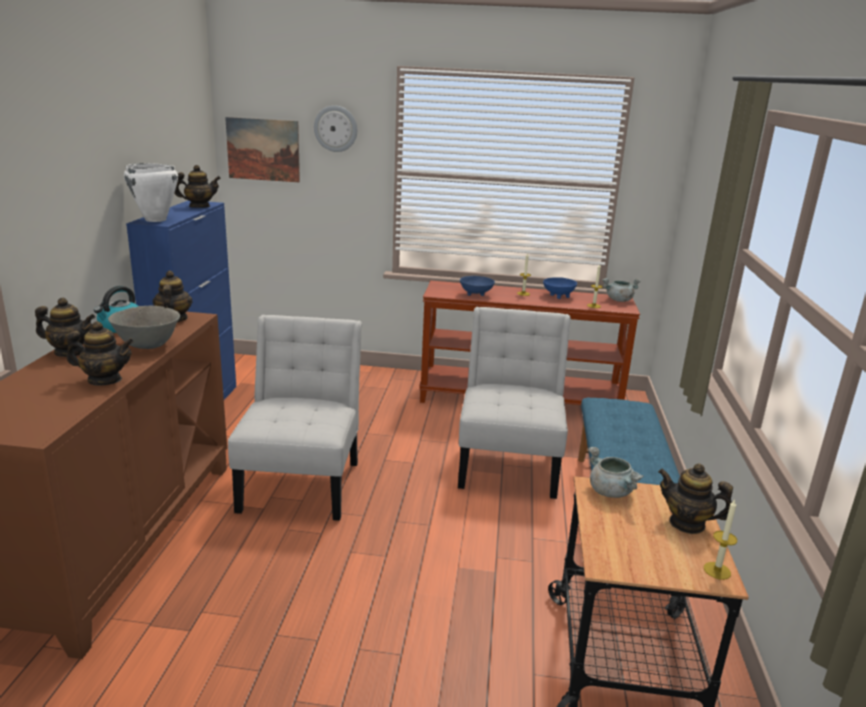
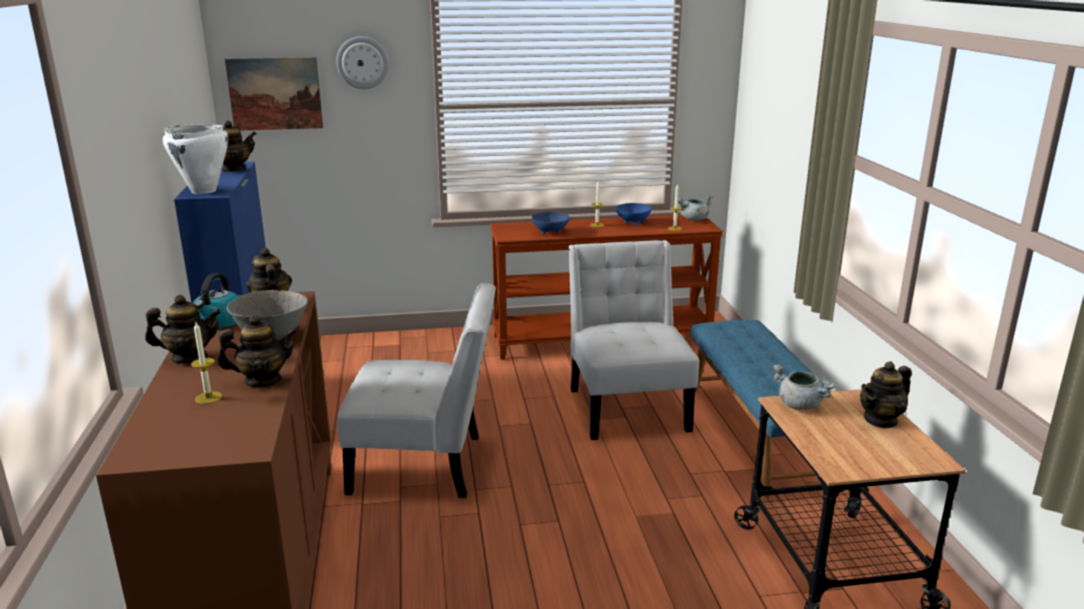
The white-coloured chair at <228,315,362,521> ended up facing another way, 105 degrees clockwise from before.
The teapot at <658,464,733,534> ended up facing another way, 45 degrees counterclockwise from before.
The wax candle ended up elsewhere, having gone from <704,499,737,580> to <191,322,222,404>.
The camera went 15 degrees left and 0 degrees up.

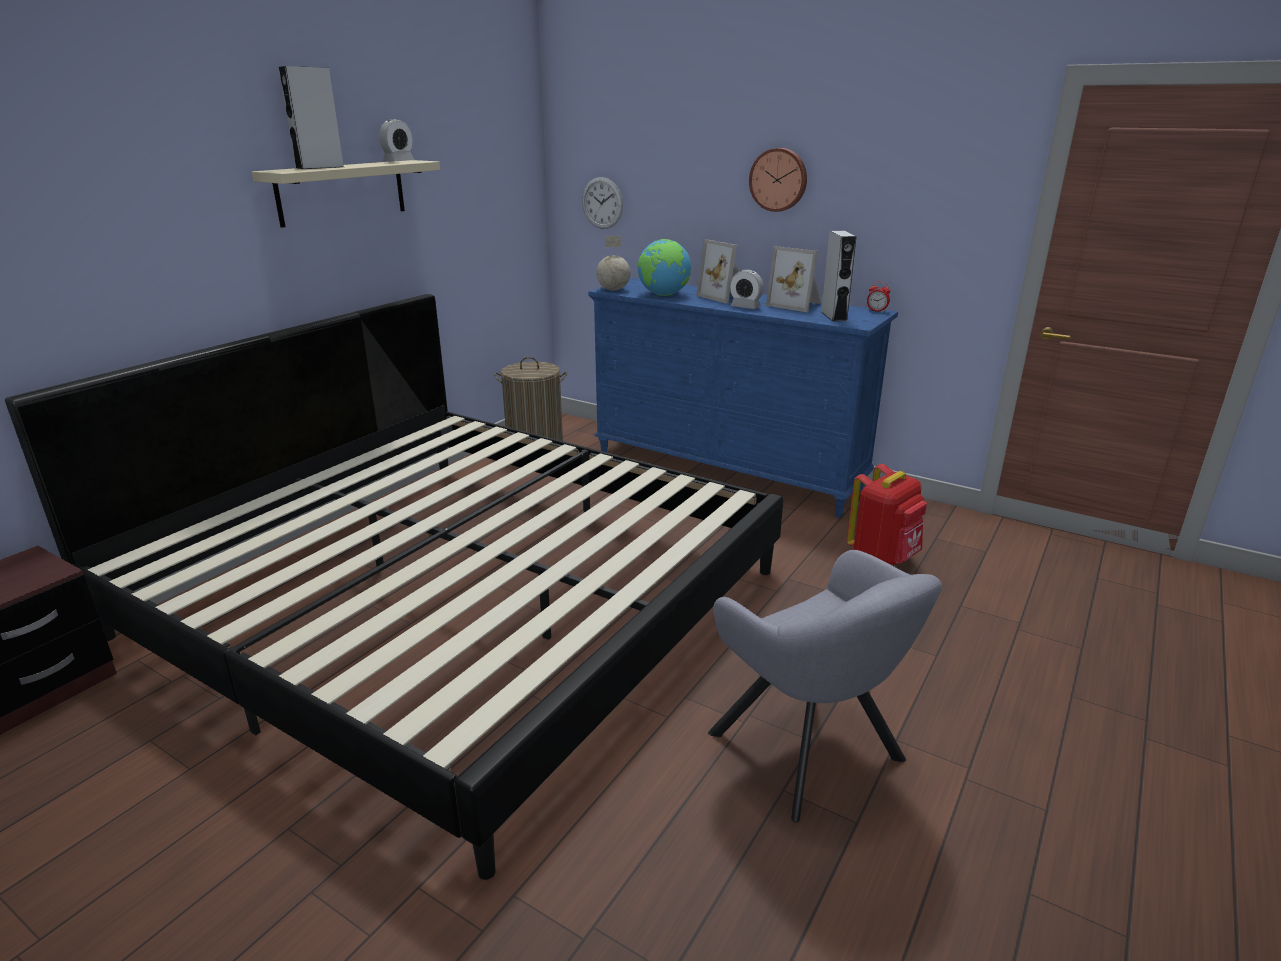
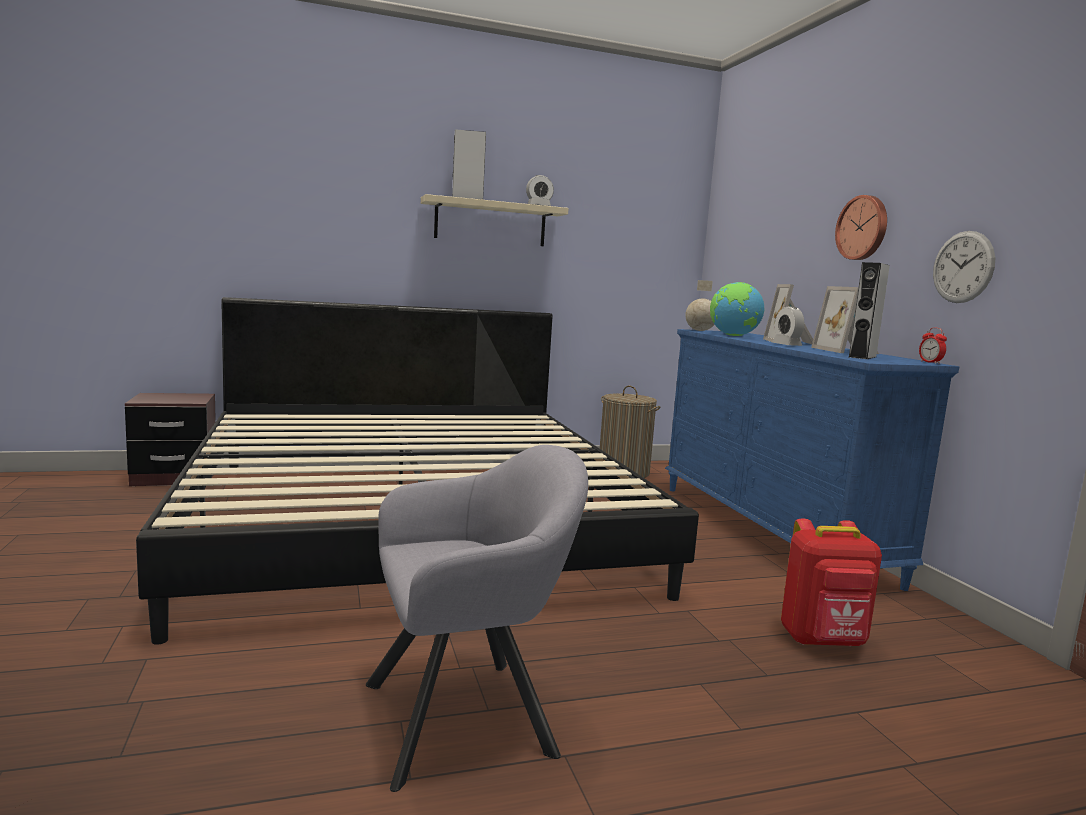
The clock on the wall ended up elsewhere, having gone from <582,177,623,229> to <933,231,995,303>.
The gray armchair at <708,550,942,822> ended up facing another way, 120 degrees counterclockwise from before.
The camera went 40 degrees right and 15 degrees down.

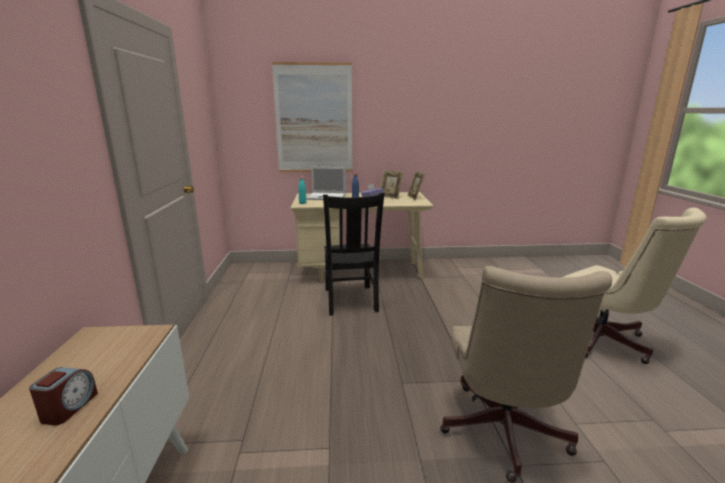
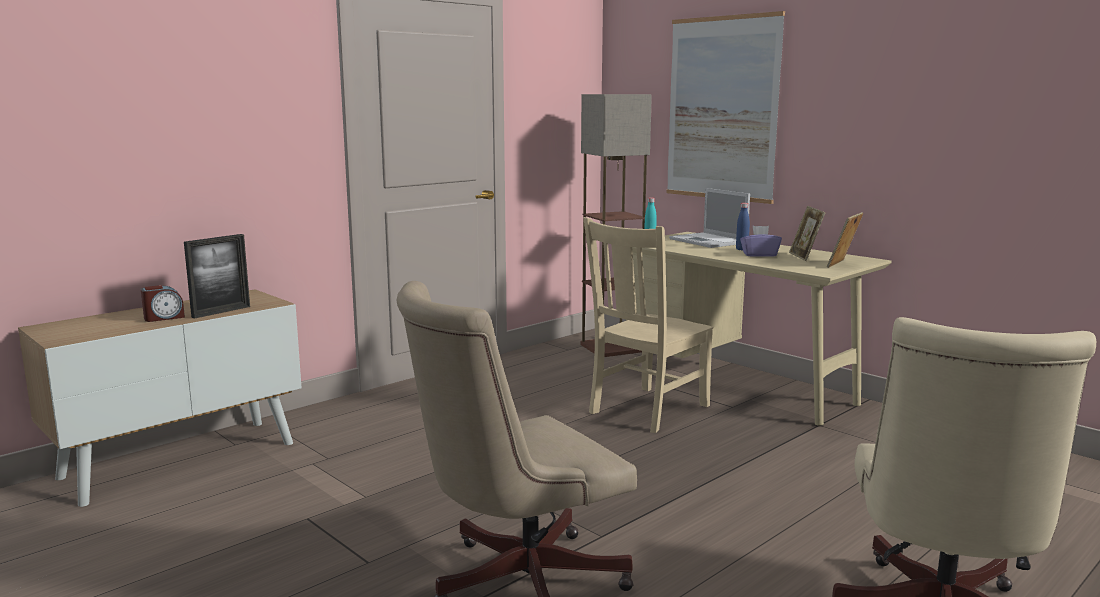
What was the black-coloured chair at <323,193,384,316> turned into the sand-coloured chair at <583,217,713,433>.
The second view gained the photo frame at <184,234,250,319>.
The second view gained the floor lamp at <580,94,652,357>.
The camera went 50 degrees right and 5 degrees down.

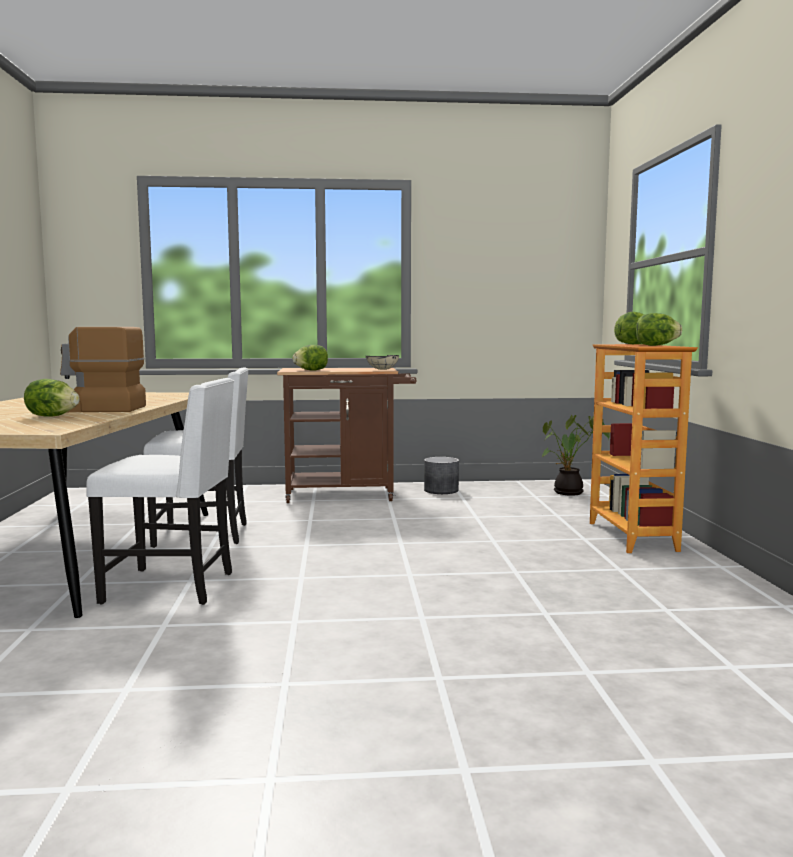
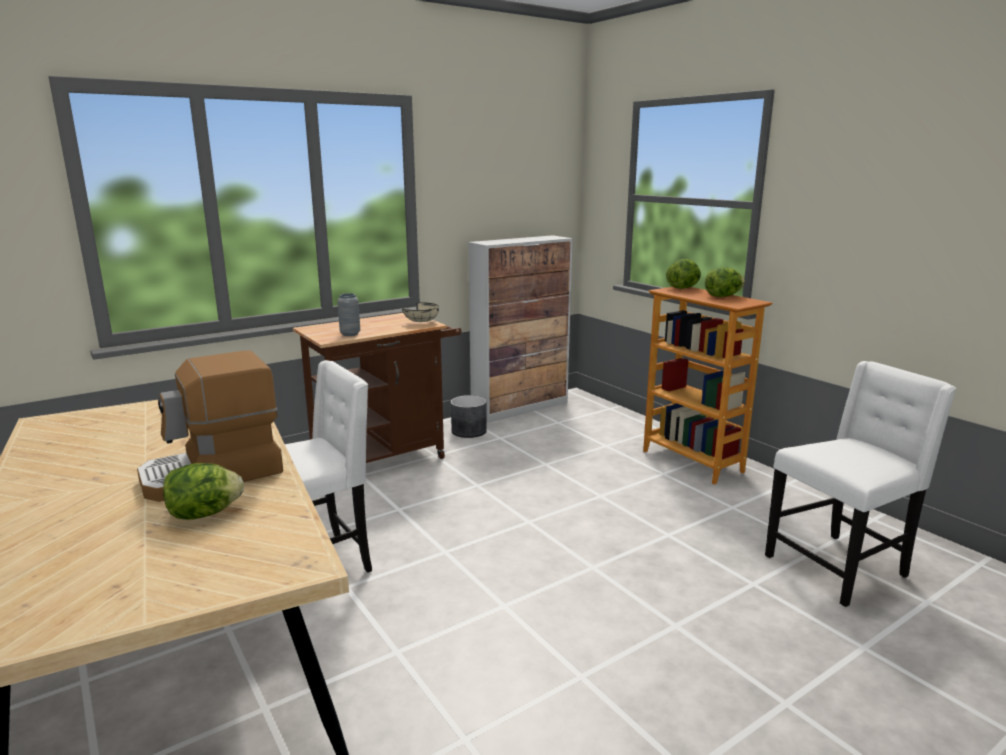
The white-coloured chair ended up elsewhere, having gone from <86,378,234,605> to <765,361,956,607>.
Where the head of lettuce stood at <292,345,328,371>, the gray flower vase came to stand at <337,293,360,336>.
The second view lost the houseplant at <542,415,610,496>.
The second view gained the cupboard at <468,235,573,423>.
The camera went 30 degrees left and 10 degrees up.

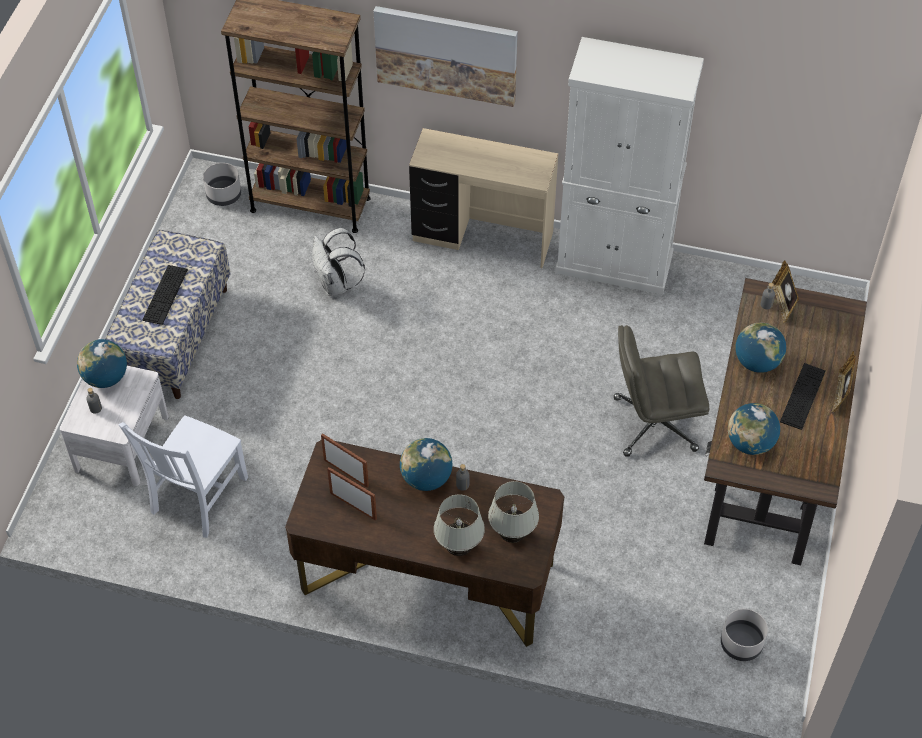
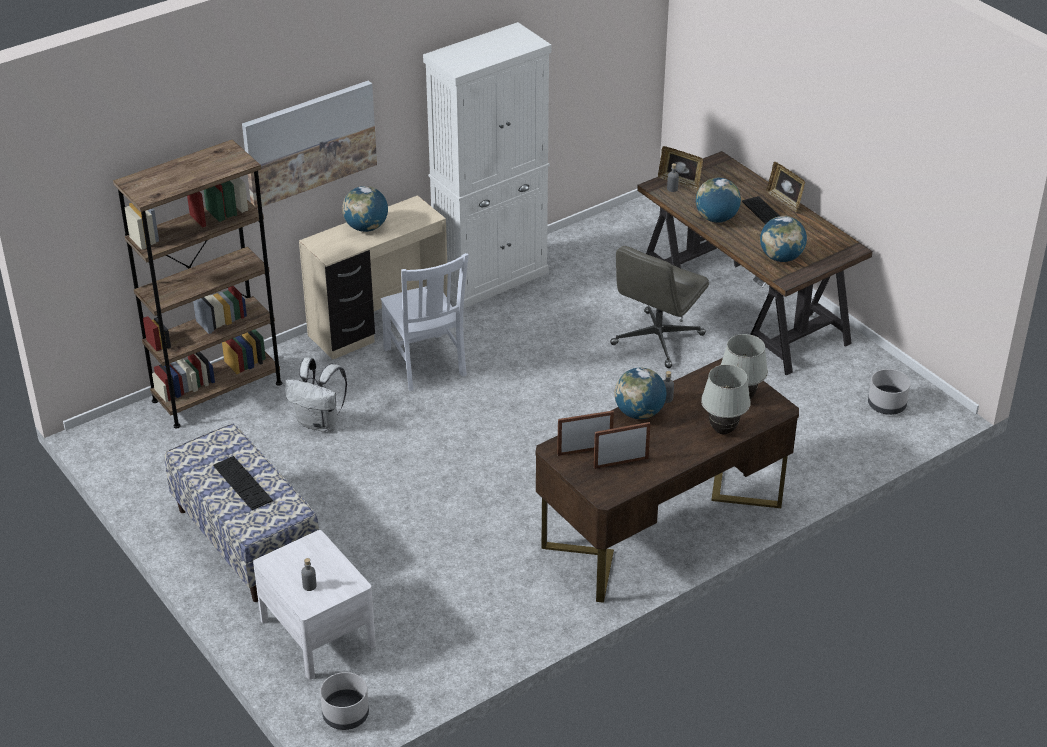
The world globe ended up elsewhere, having gone from <77,339,127,388> to <342,186,388,232>.
The white-coloured chair ended up elsewhere, having gone from <119,415,248,538> to <381,253,469,391>.
The gray flower pot ended up elsewhere, having gone from <203,163,241,206> to <320,672,369,730>.
The camera went 50 degrees left and 15 degrees down.

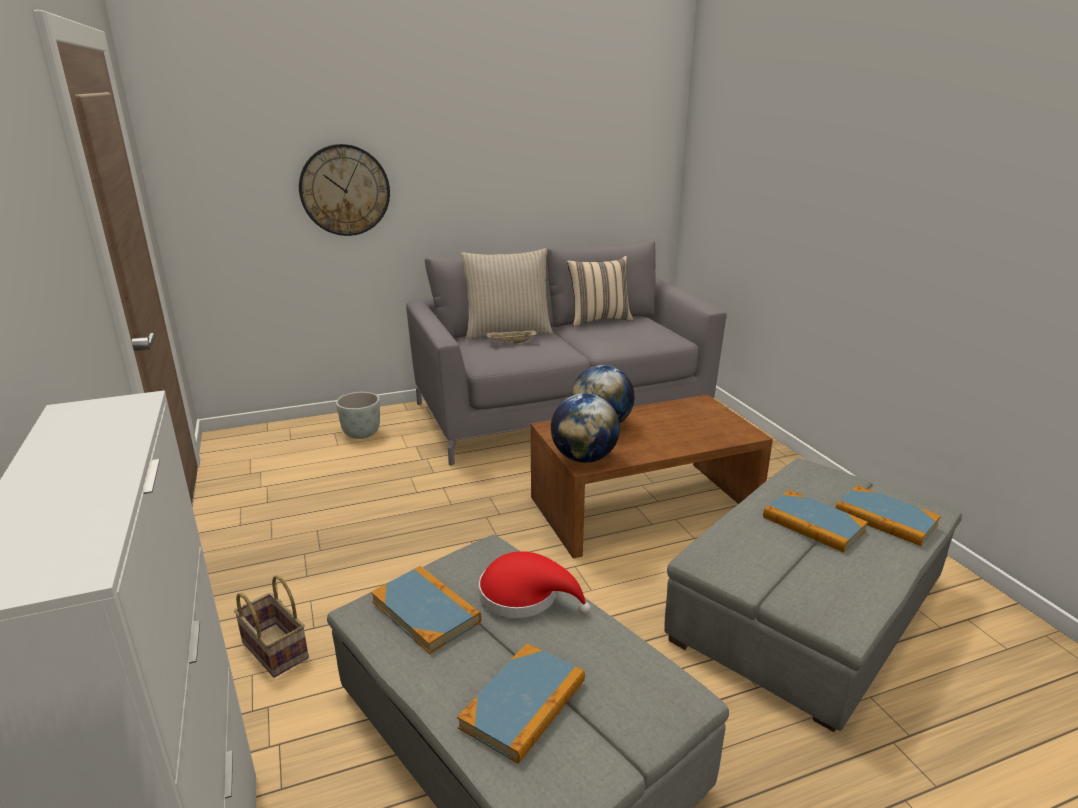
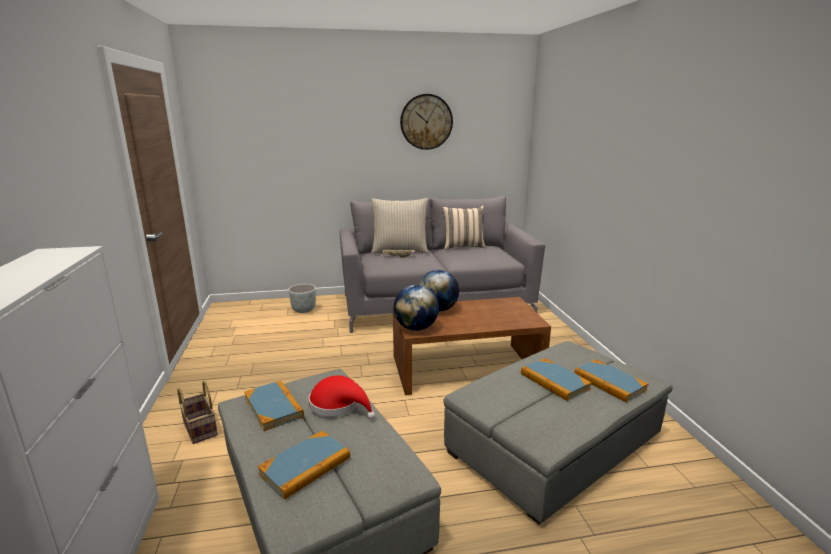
The clock on the wall ended up elsewhere, having gone from <299,144,390,236> to <400,94,453,150>.
The camera went 10 degrees right and 5 degrees down.

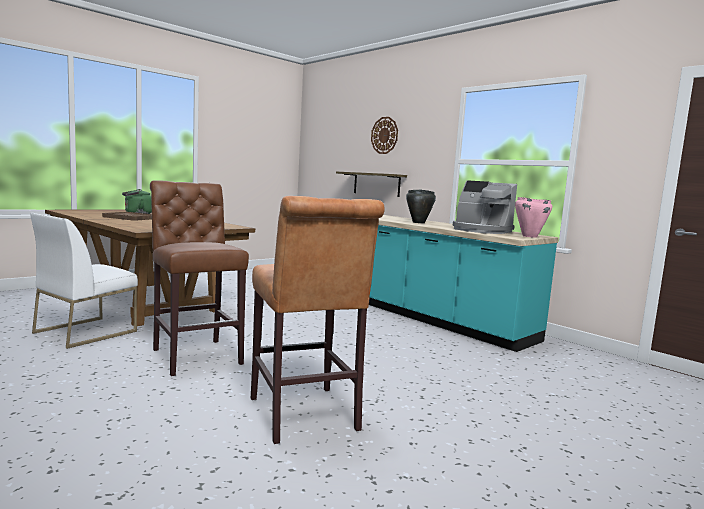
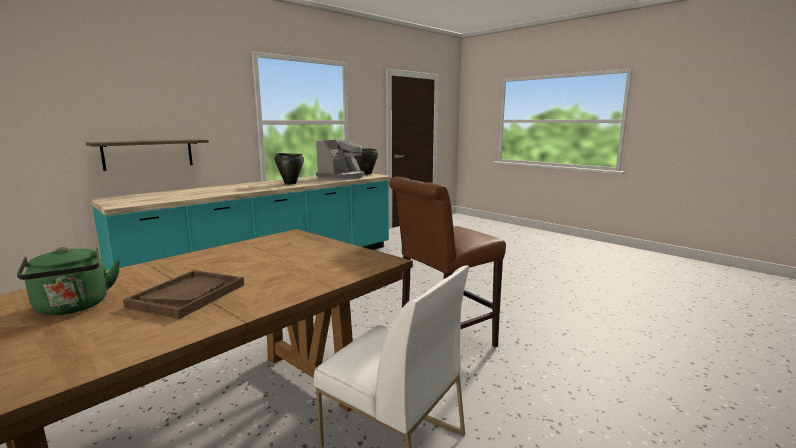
The second view lost the brown-coloured sitting stool at <251,196,385,444>.
The second view lost the clock on the wall at <371,117,398,154>.
What was the pinkish saucepot at <515,197,552,238> turned into the black-coloured saucepot at <356,148,378,175>.
The camera went 90 degrees left and 5 degrees up.

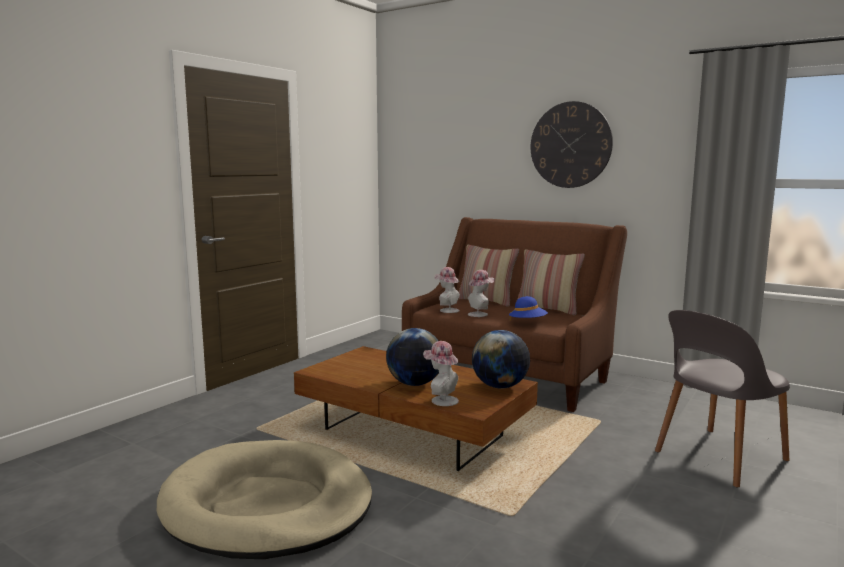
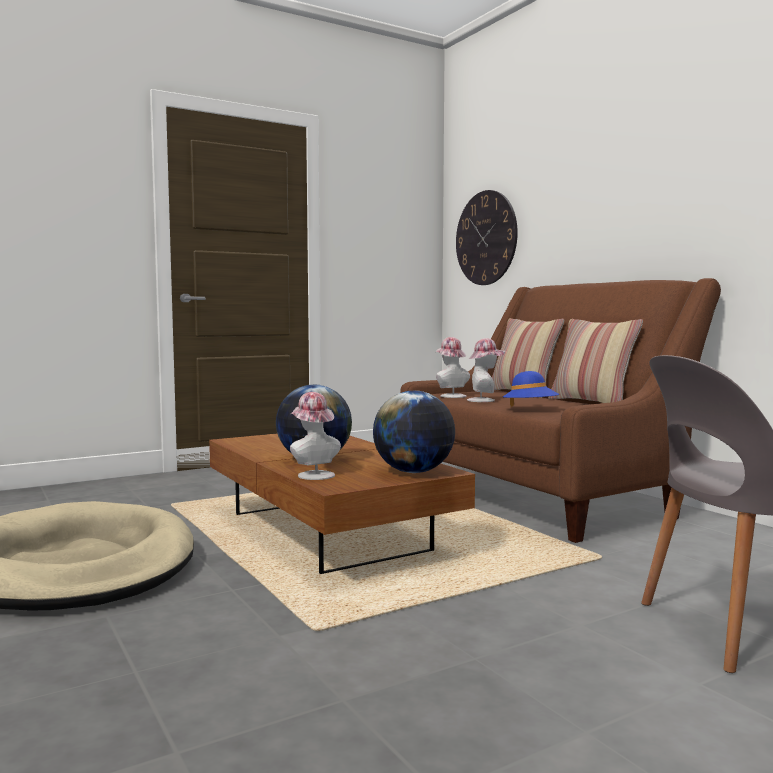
The clock on the wall ended up elsewhere, having gone from <531,101,613,188> to <456,190,518,285>.
The camera went 25 degrees right and 5 degrees down.

